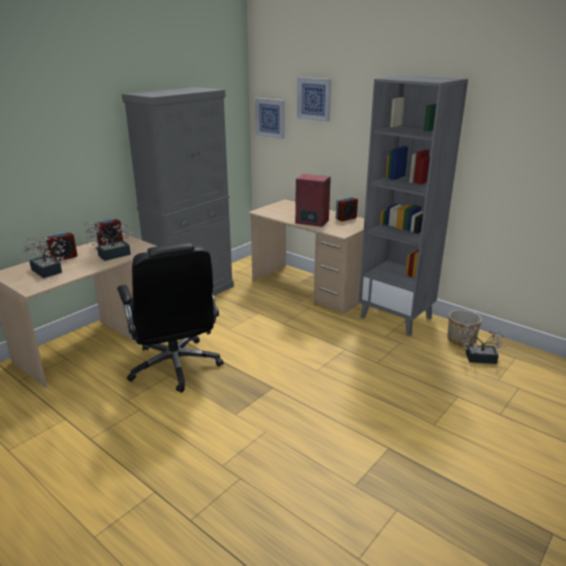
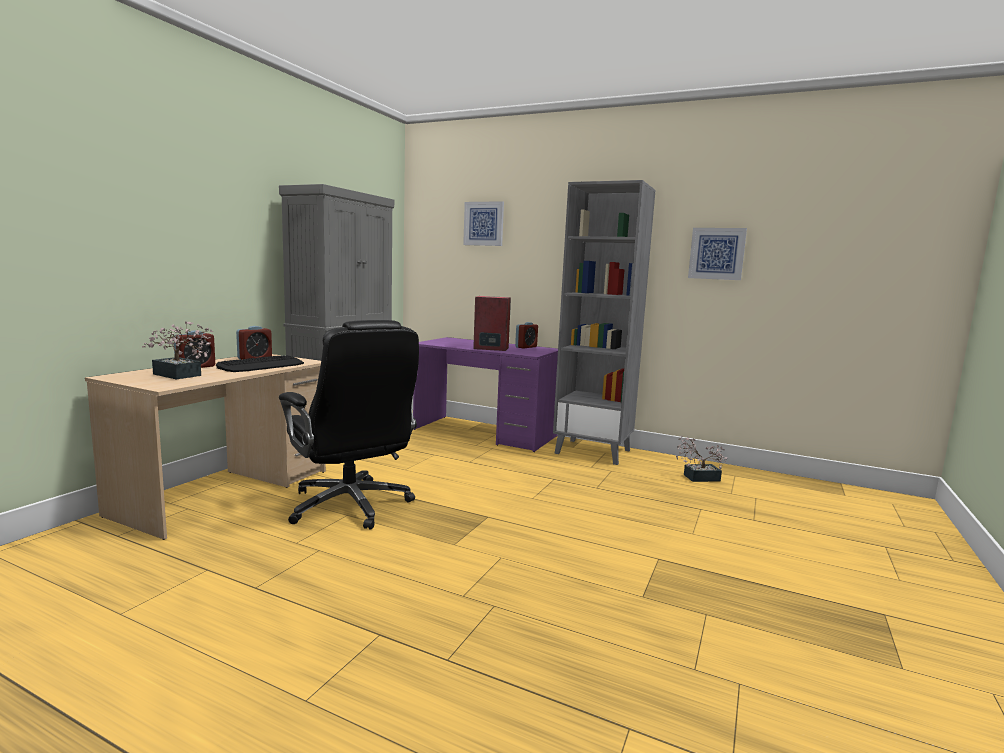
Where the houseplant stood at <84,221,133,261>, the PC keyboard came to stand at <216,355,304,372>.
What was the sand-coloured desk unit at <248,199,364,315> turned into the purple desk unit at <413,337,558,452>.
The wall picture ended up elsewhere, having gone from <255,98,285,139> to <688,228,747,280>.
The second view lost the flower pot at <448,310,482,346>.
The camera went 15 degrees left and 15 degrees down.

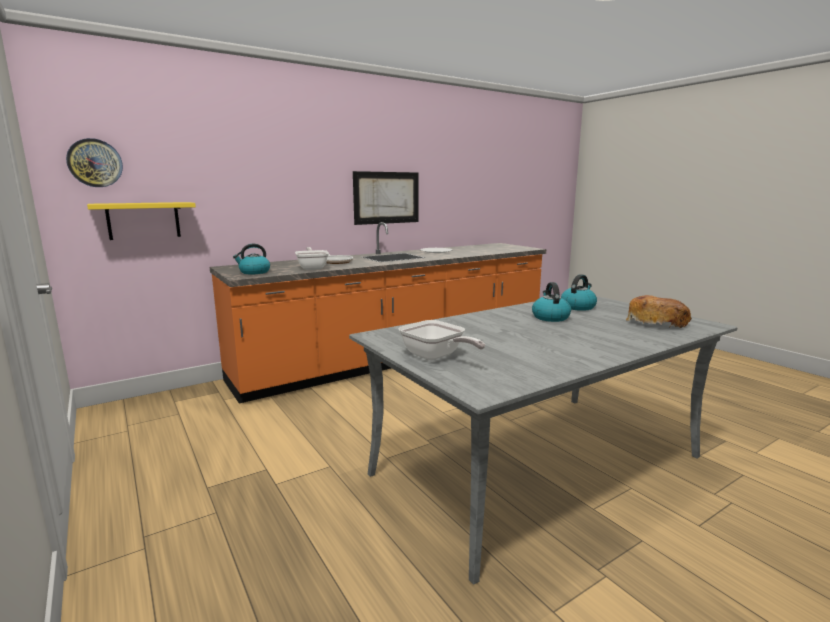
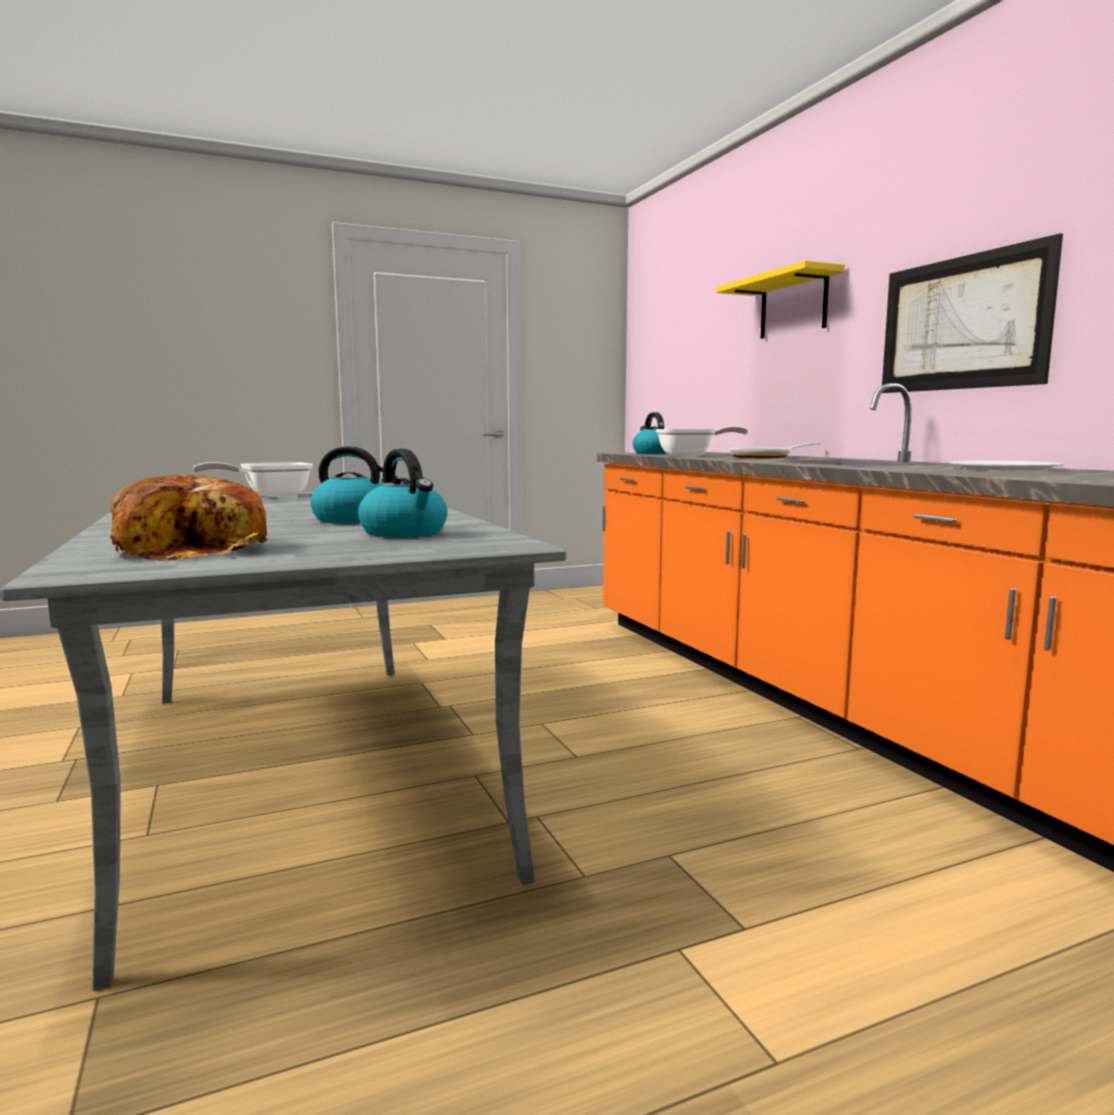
The second view lost the clock on the wall at <66,138,123,187>.
The yellow-coloured shelf ended up elsewhere, having gone from <87,202,196,240> to <716,260,845,339>.
The camera went 100 degrees right and 5 degrees down.

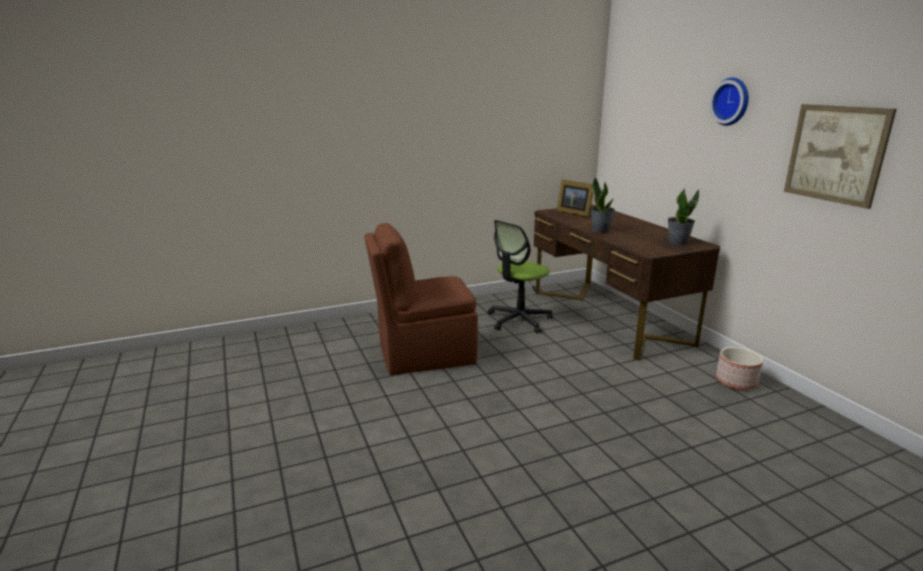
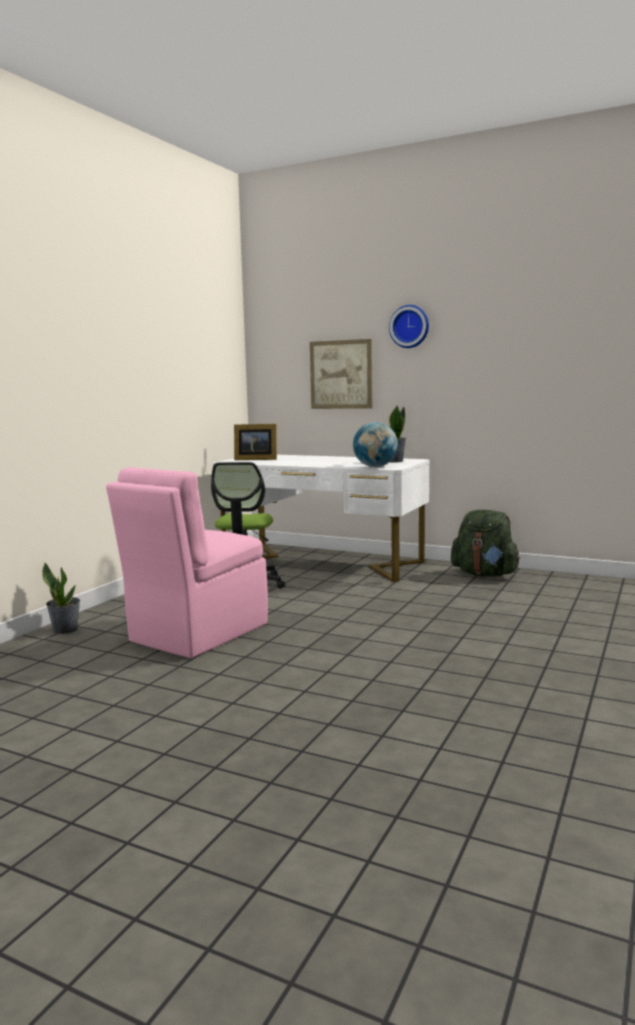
What was the brown-coloured chair at <364,223,478,375> turned into the pinkish chair at <106,467,268,658>.
What was the brown-coloured desk unit at <534,205,720,360> turned into the white-coloured desk unit at <213,455,430,582>.
The houseplant ended up elsewhere, having gone from <591,177,615,232> to <42,562,80,634>.
Where the flower pot stood at <716,347,763,390>, the green-coloured knapsack came to stand at <451,510,520,577>.
The wall picture ended up elsewhere, having gone from <784,104,897,209> to <310,339,372,409>.
The second view gained the world globe at <353,422,398,467>.
The camera went 40 degrees left and 10 degrees down.

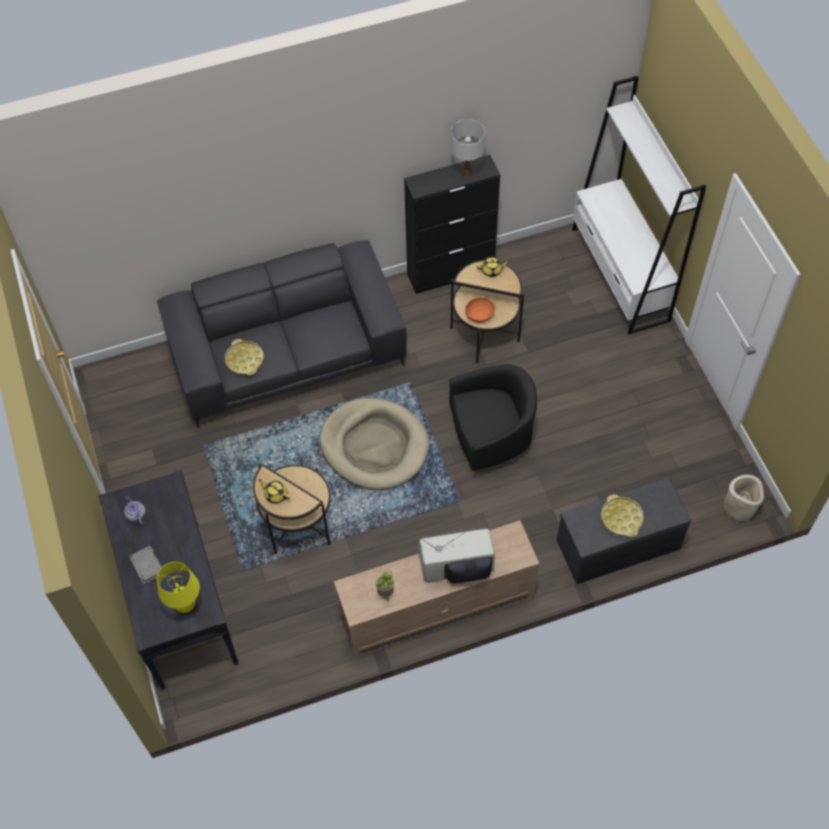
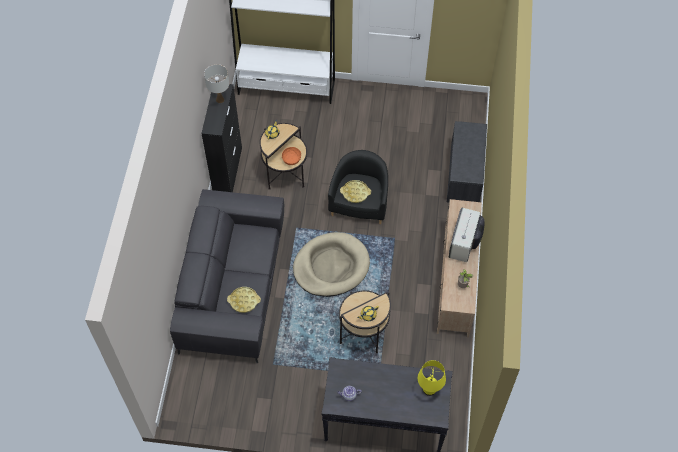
The second view lost the gray bound book at <129,546,162,584>.
The yellow-coloured carrying tray ended up elsewhere, having gone from <601,494,644,538> to <340,180,371,203>.
The second view lost the sand-coloured flower pot at <724,475,764,521>.
The camera went 65 degrees left and 0 degrees up.

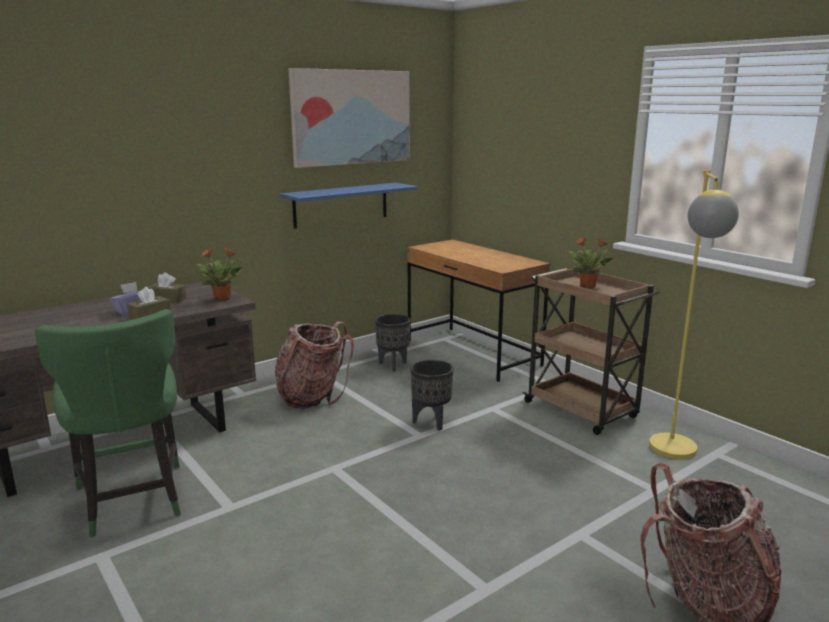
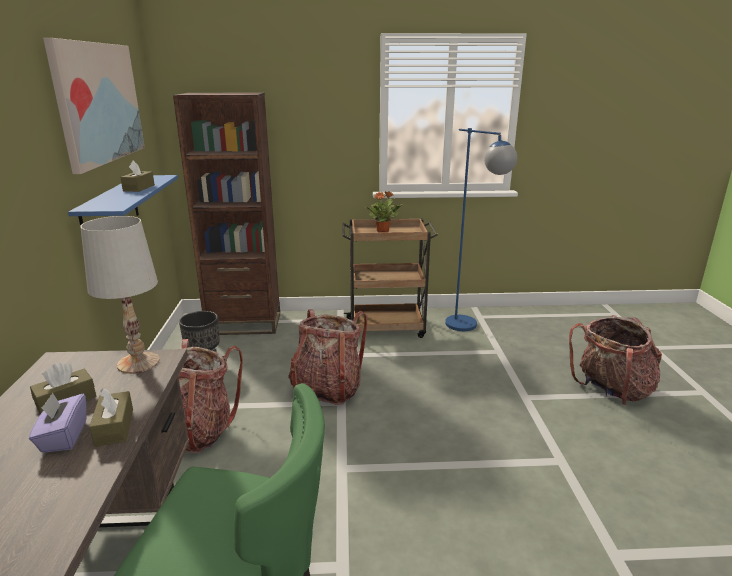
Where the houseplant stood at <197,248,242,301>, the white-coloured tabletop lamp came to stand at <81,216,160,374>.
Where the brown-coloured desk unit stood at <407,240,550,382>, the brown-coloured bookshelf came to stand at <173,93,280,335>.
Where the black-coloured flower pot stood at <410,360,454,431>, the knapsack came to stand at <288,309,367,405>.
What was the yellow-coloured floor lamp at <649,170,739,459> turned into the blue-coloured floor lamp at <445,128,517,331>.
The second view gained the brown-coloured tissue holder at <120,160,155,192>.
The camera went 55 degrees left and 5 degrees up.

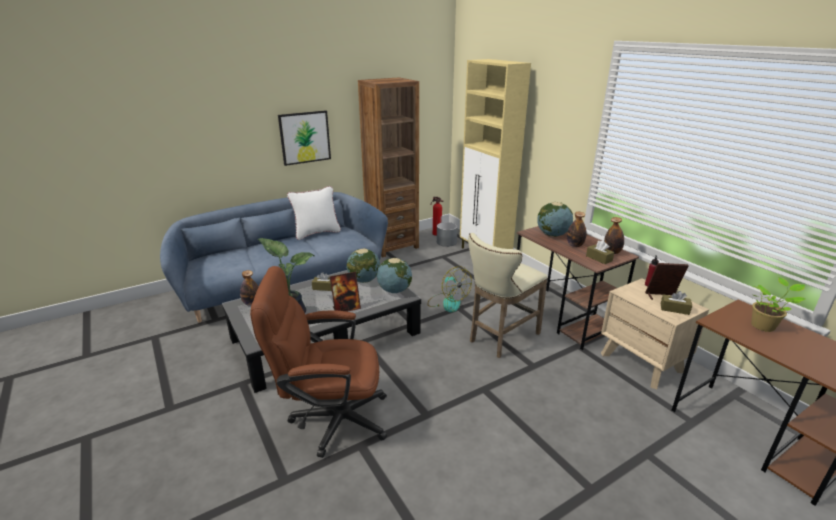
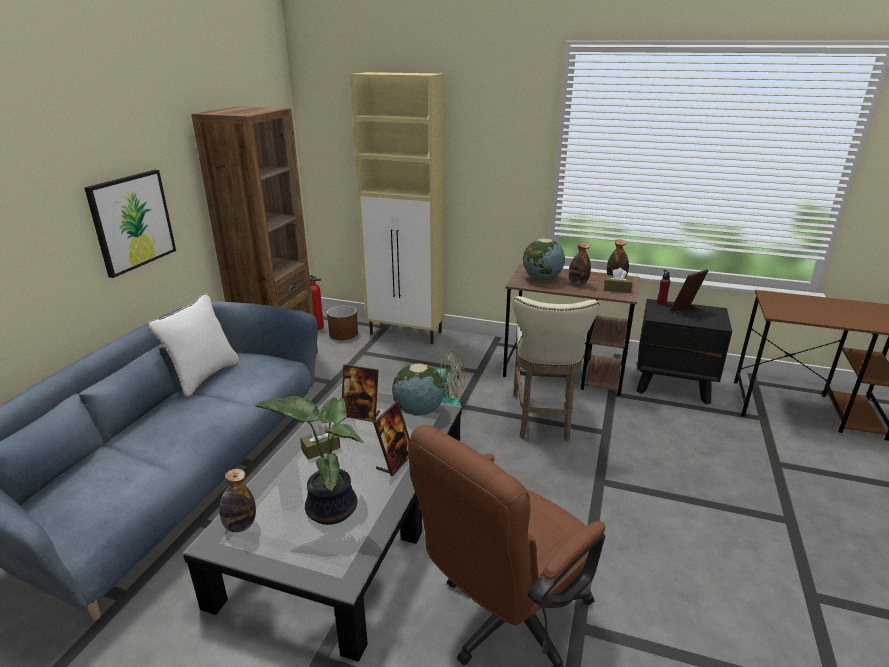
Where the world globe stood at <347,248,380,283>, the photo frame came to stand at <342,364,380,422>.
What was the gray flower pot at <437,222,458,247> turned into the brown-coloured flower pot at <327,305,358,340>.
What was the sand-coloured night table at <601,278,709,389> turned into the black-coloured night table at <636,299,732,404>.
The second view lost the brown-coloured tissue holder at <660,291,692,315>.
The second view lost the houseplant at <751,277,805,332>.
The camera went 40 degrees left and 0 degrees up.

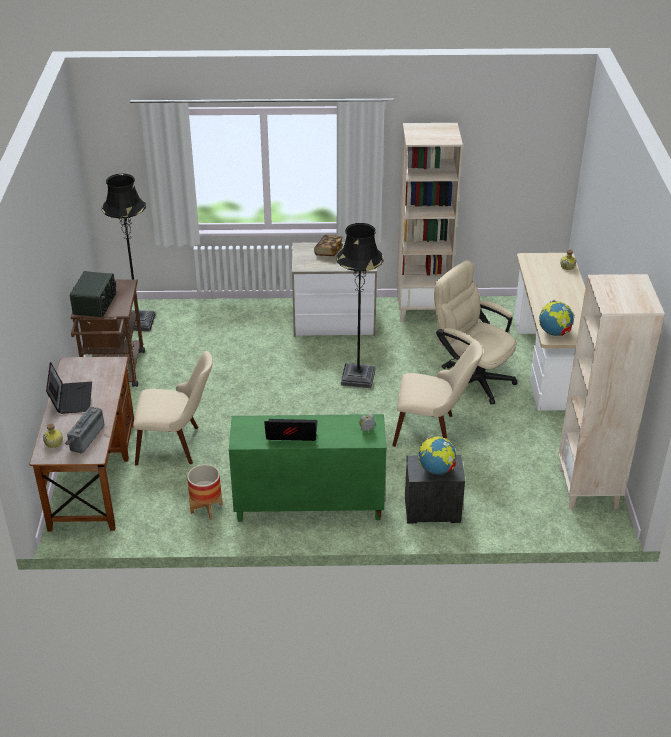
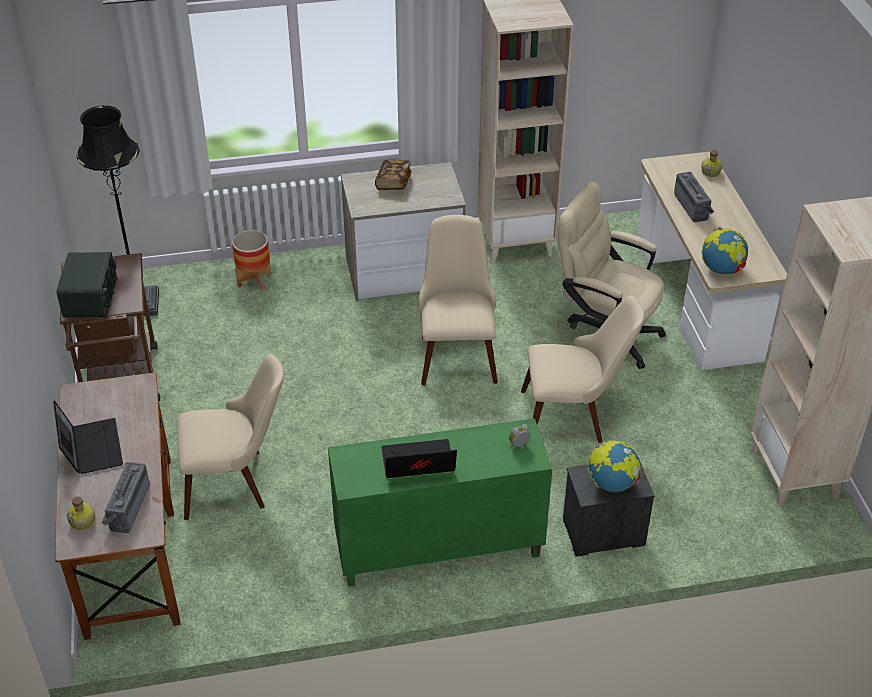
The flower pot ended up elsewhere, having gone from <187,464,223,520> to <232,230,271,291>.
Where the black-coloured floor lamp stood at <337,223,384,388>, the sand-coloured chair came to stand at <418,215,498,385>.
The second view gained the radio set at <674,172,714,222>.
The camera went 10 degrees left and 5 degrees up.

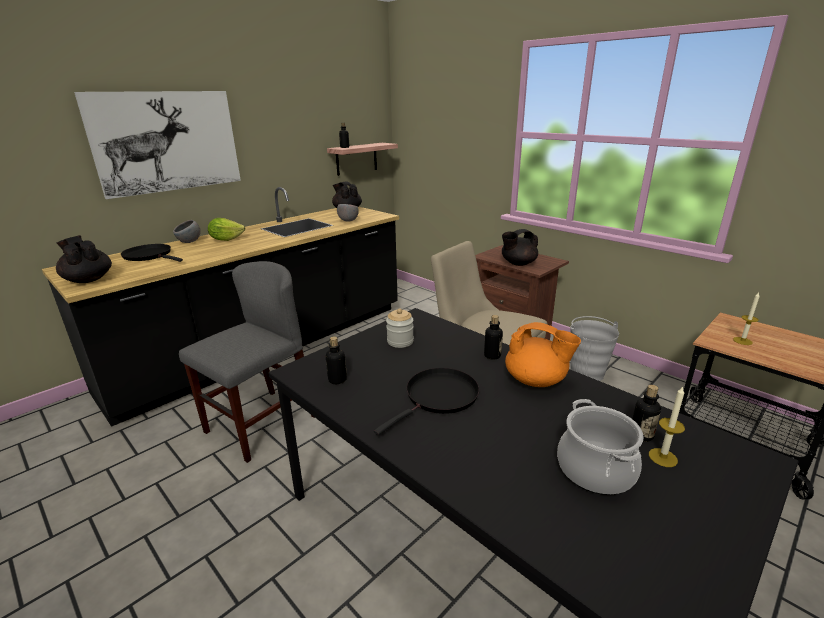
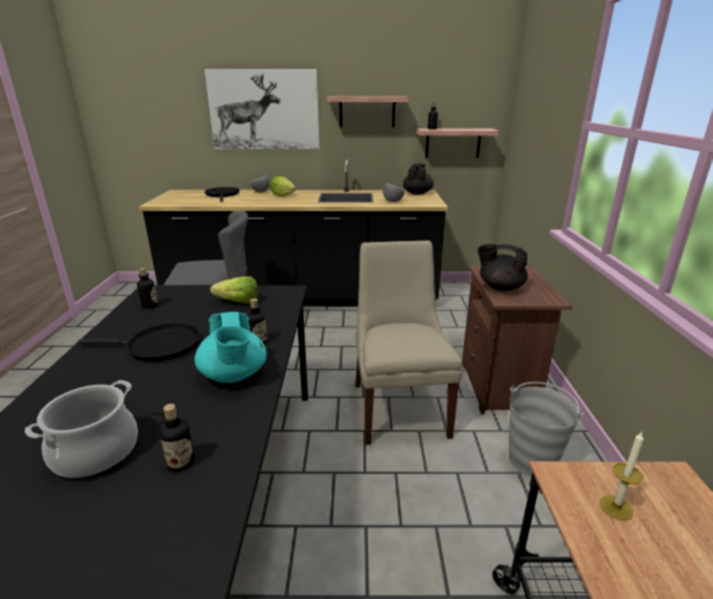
The second view lost the black-coloured teapot at <56,235,112,283>.
Where the storage jar stood at <386,308,414,348>, the head of lettuce came to stand at <210,276,258,304>.
What was the orange-coloured teapot at <505,322,581,387> turned into the blue-green teapot at <195,312,267,383>.
The second view lost the wax candle at <649,386,685,467>.
The second view gained the shelf at <327,96,409,127>.
The camera went 45 degrees right and 0 degrees up.

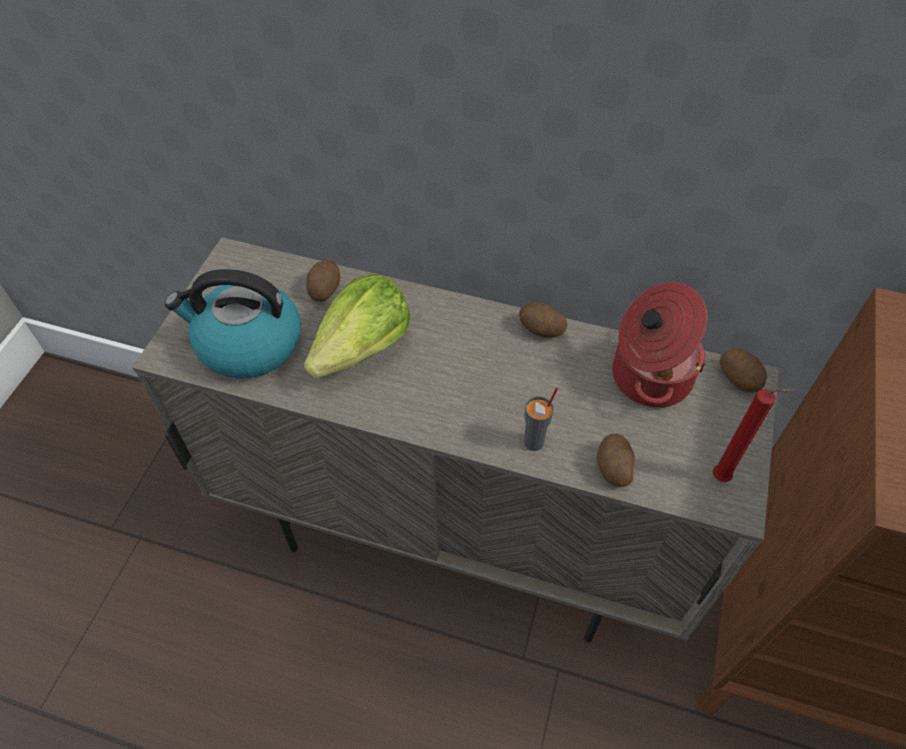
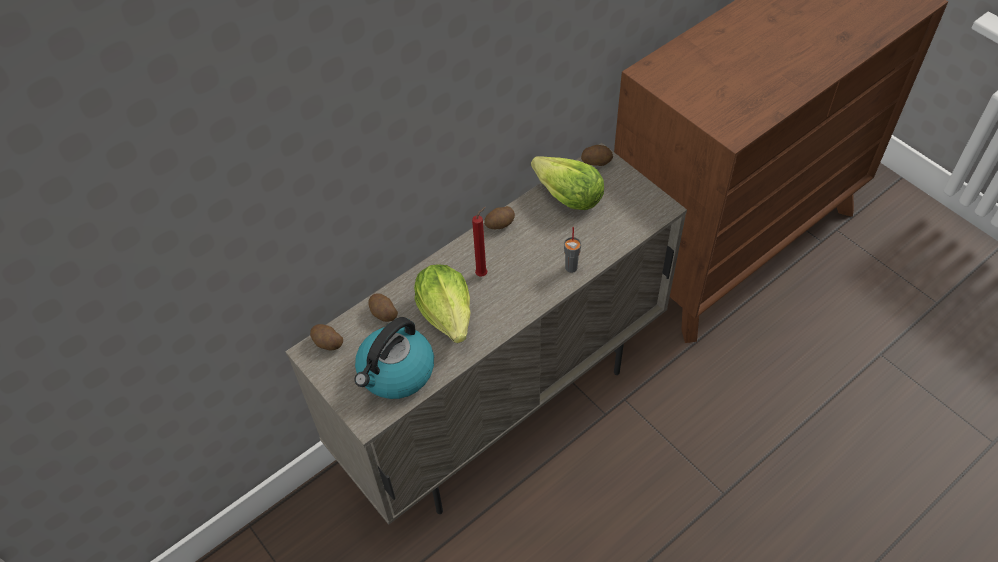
The spud ended up elsewhere, having gone from <597,433,635,487> to <310,324,343,351>.
Where the saucepot stood at <612,283,707,408>, the head of lettuce came to stand at <531,156,604,210>.
The red wax candle ended up elsewhere, having gone from <713,388,793,482> to <472,207,487,277>.
The camera went 55 degrees left and 0 degrees up.

